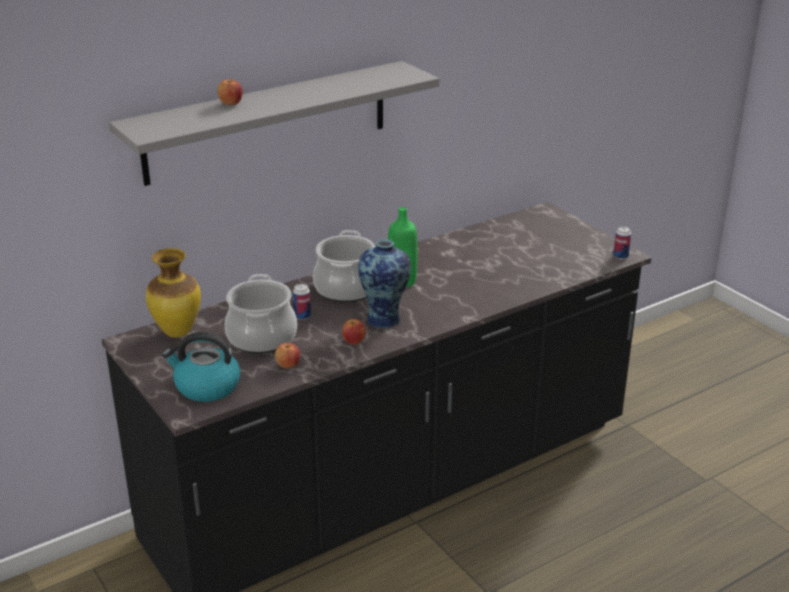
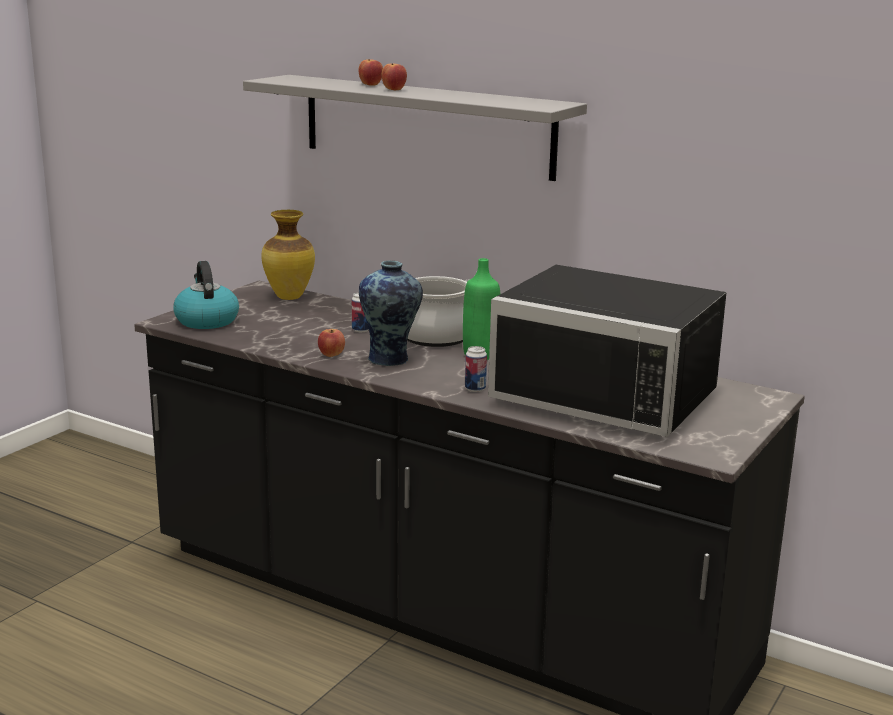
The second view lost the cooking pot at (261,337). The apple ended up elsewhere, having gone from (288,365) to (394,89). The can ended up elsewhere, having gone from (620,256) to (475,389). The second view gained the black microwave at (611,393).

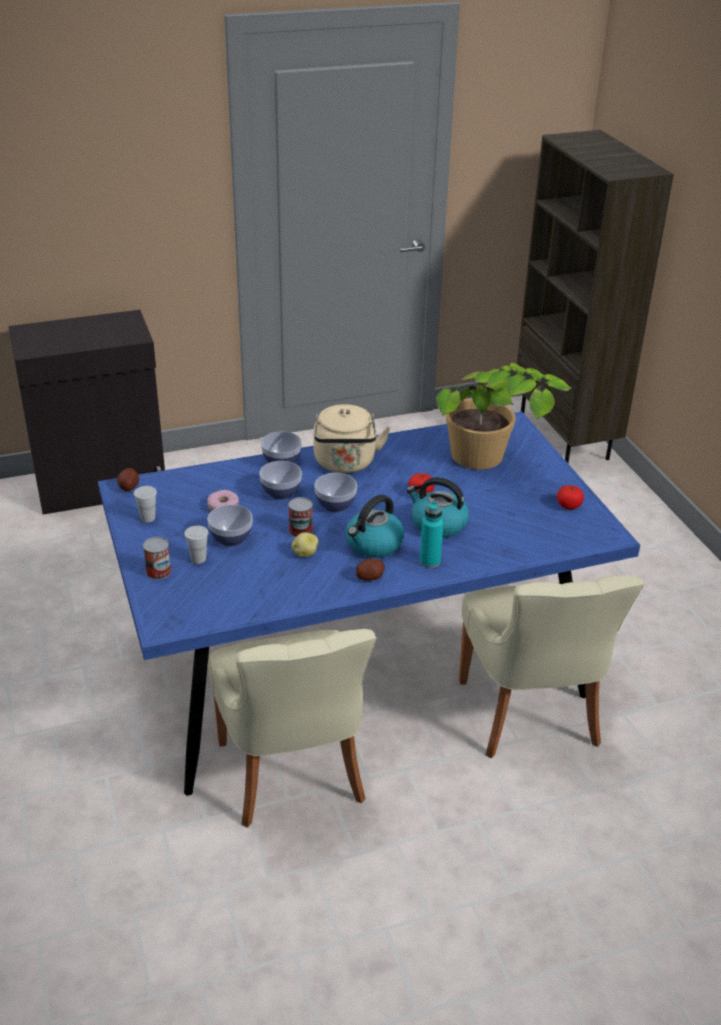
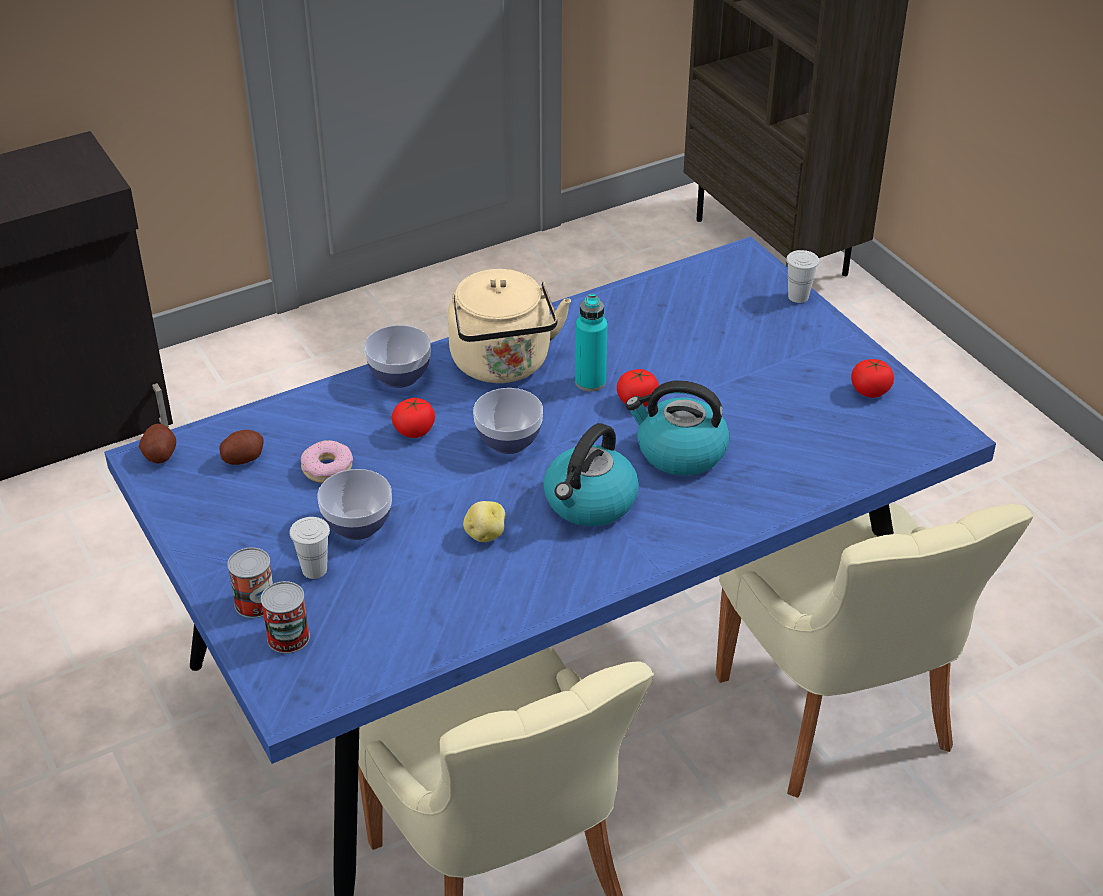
The white cup ended up elsewhere, having gone from (148,518) to (798,296). Where the bowl stood at (281,493), the tomato came to stand at (414,431). The can ended up elsewhere, having gone from (300,530) to (288,637). The potato ended up elsewhere, having gone from (369,577) to (243,458). The turquoise bottle ended up elsewhere, having gone from (430,561) to (590,382). The second view lost the potted plant at (490,470).

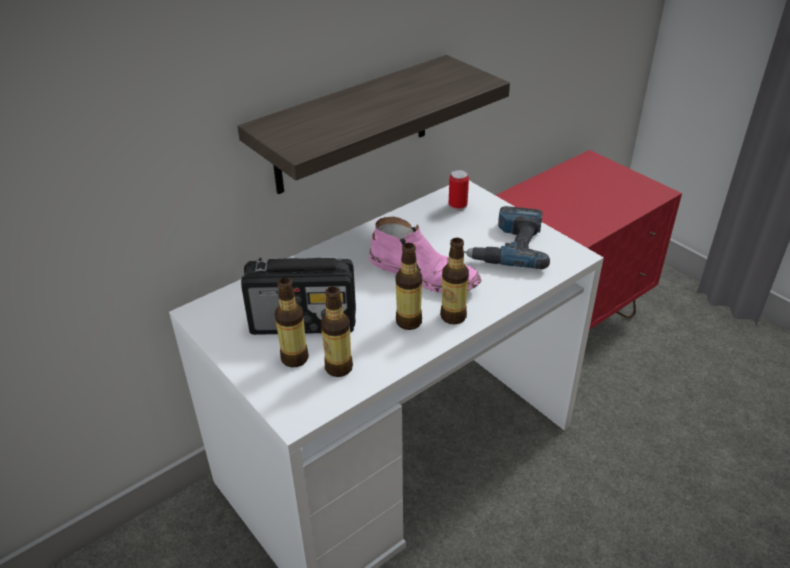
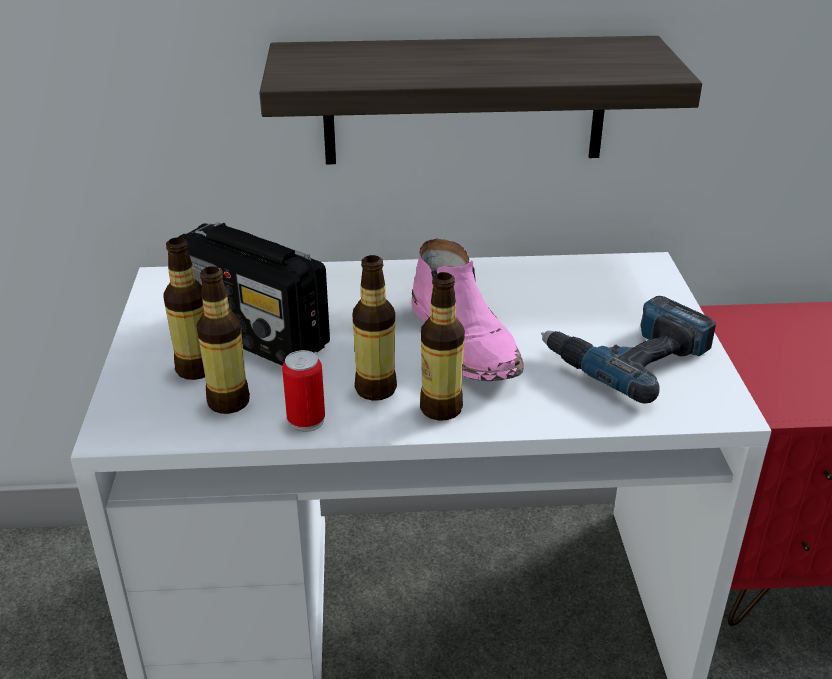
The can ended up elsewhere, having gone from (457,206) to (306,420).

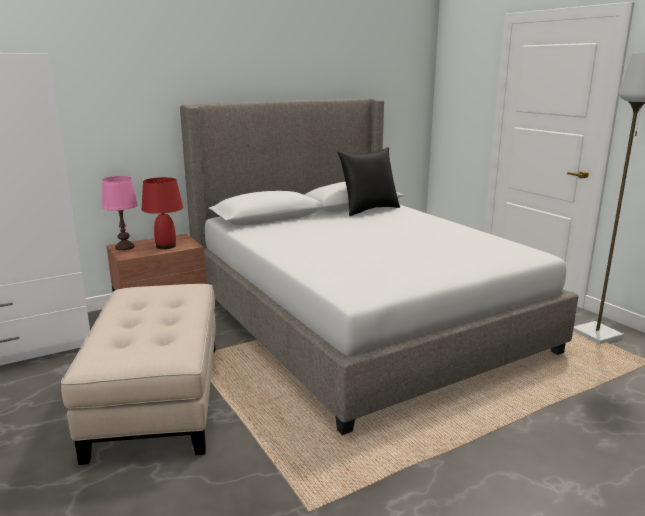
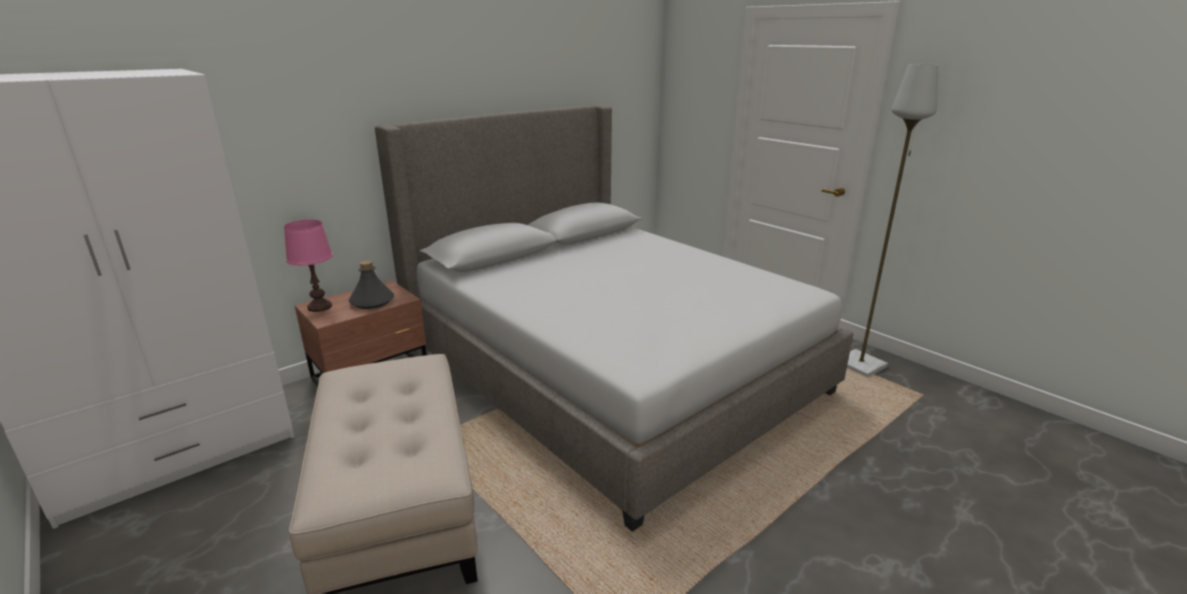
Where the red table lamp stood at (165,246), the grey bottle came to stand at (372,302). The second view lost the black pillow at (368,210).

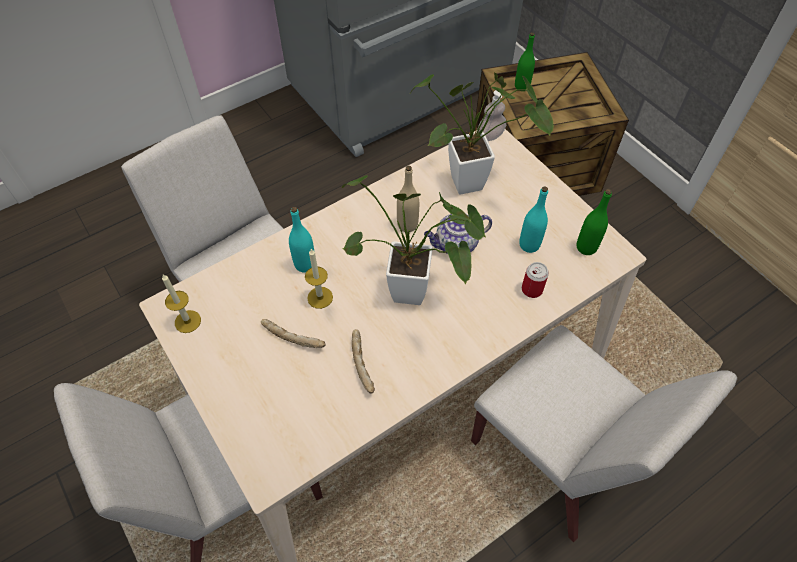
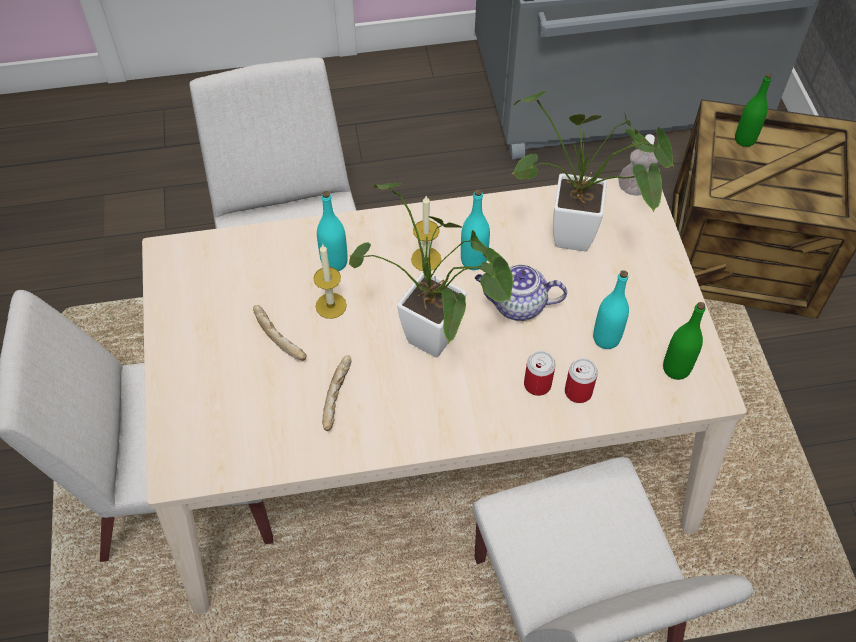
The candle ended up elsewhere, having gone from (187,321) to (426,259). What was the beige bottle at (407,225) turned into the turquoise bottle at (473,260). The second view gained the can at (537,384).

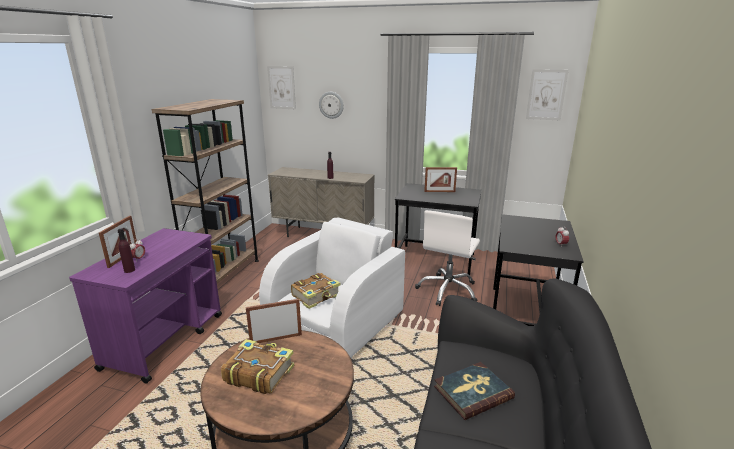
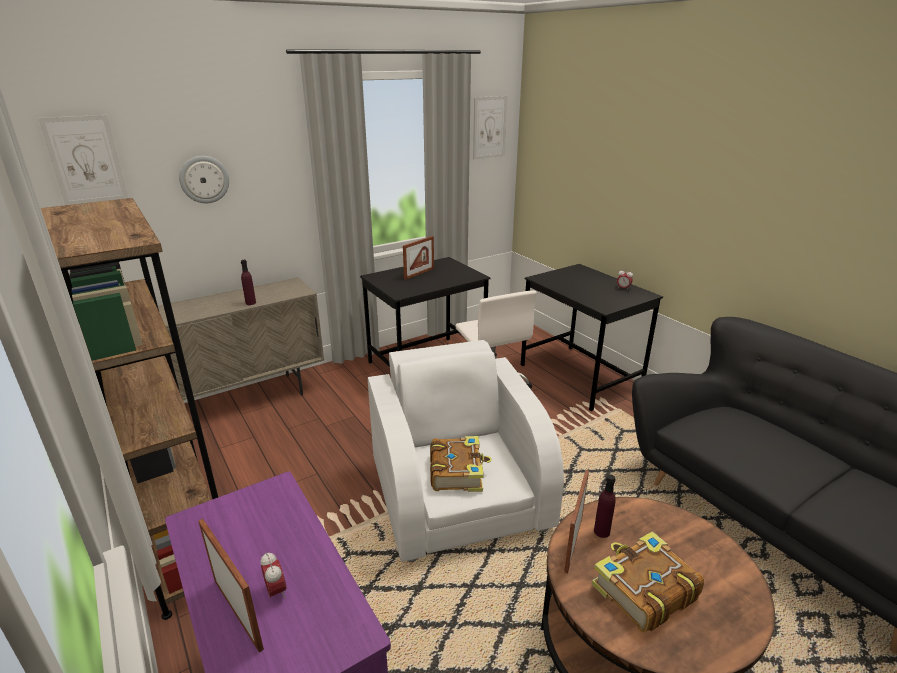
The purple bottle ended up elsewhere, having gone from (129,270) to (601,531). The second view lost the book at (472,392).

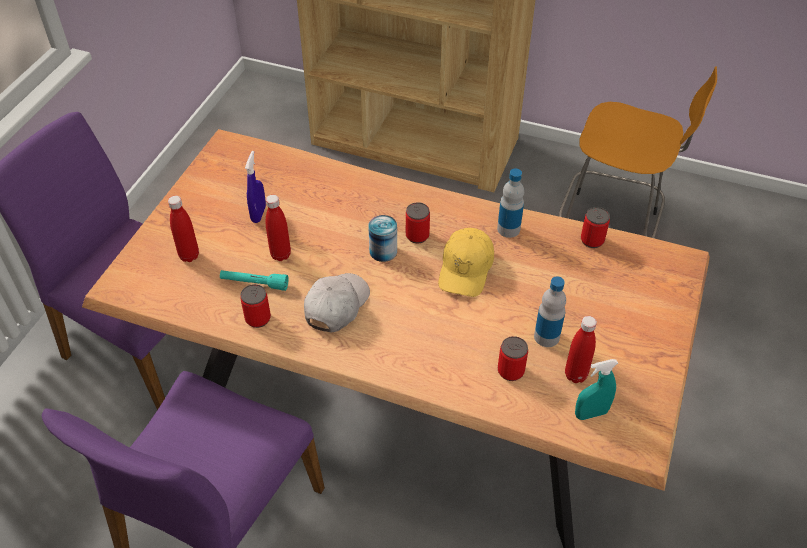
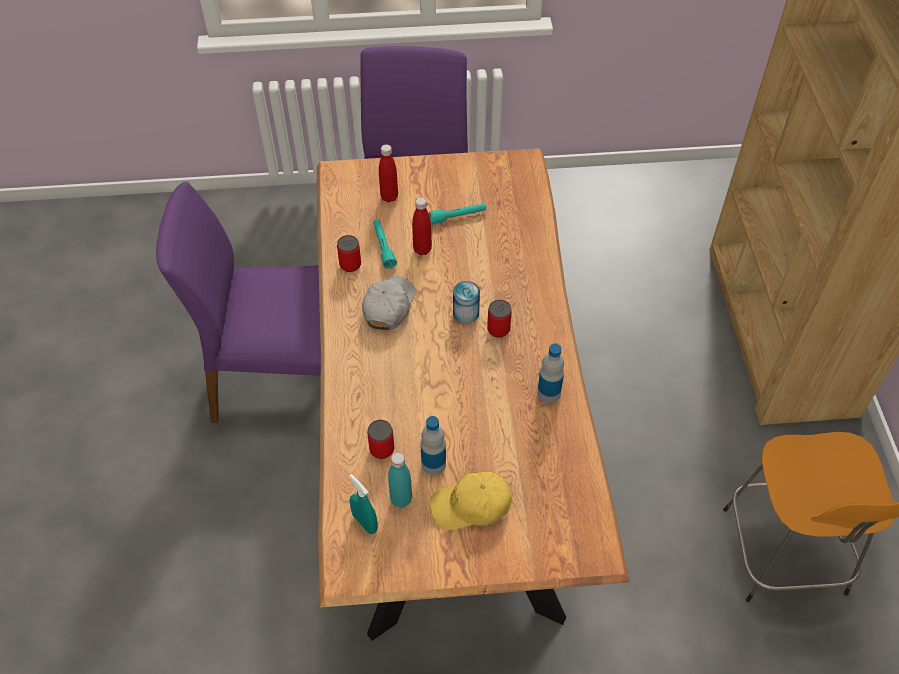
Where the blue spray bottle stood at (258,214), the turquoise flashlight came to stand at (458,217). The white cap at (336,306) ended up facing another way, 75 degrees counterclockwise from before. The yellow cap ended up elsewhere, having gone from (466,269) to (471,506). What was the red bottle at (575,375) turned into the turquoise bottle at (401,499). The second view lost the can at (592,240).

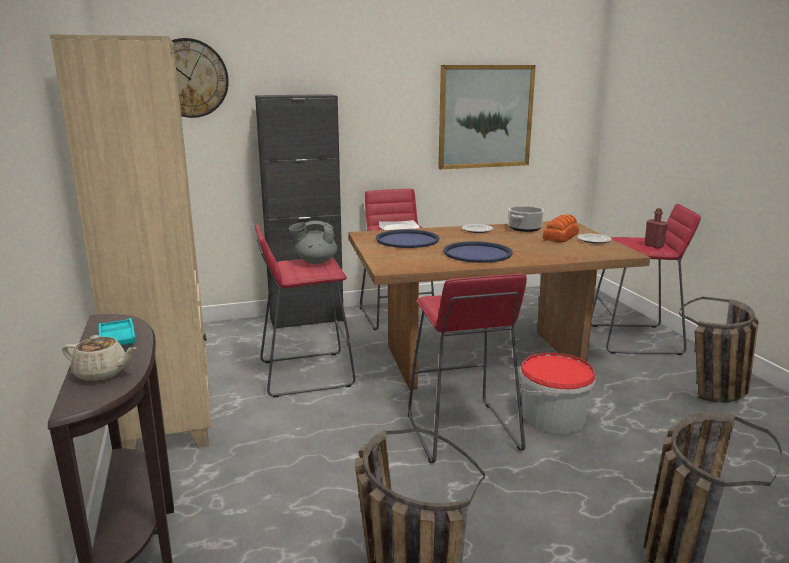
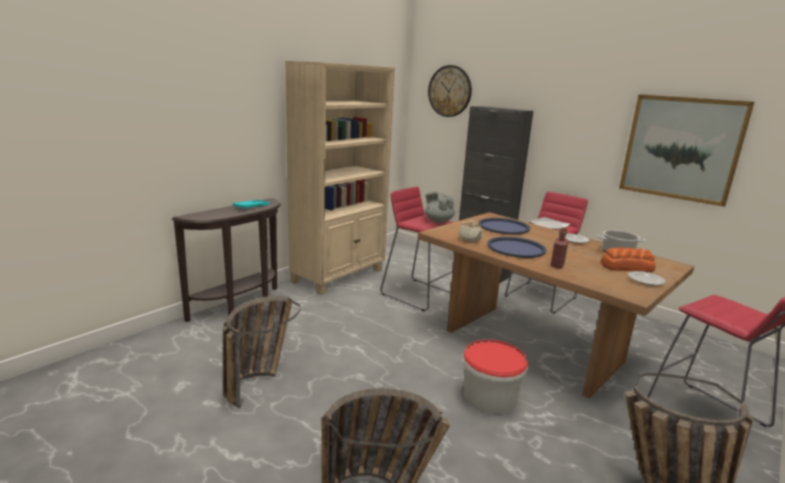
The beige teapot ended up elsewhere, having gone from (102,373) to (470,239). The second view lost the red stool at (461,432). The red bottle ended up elsewhere, having gone from (654,246) to (557,265).

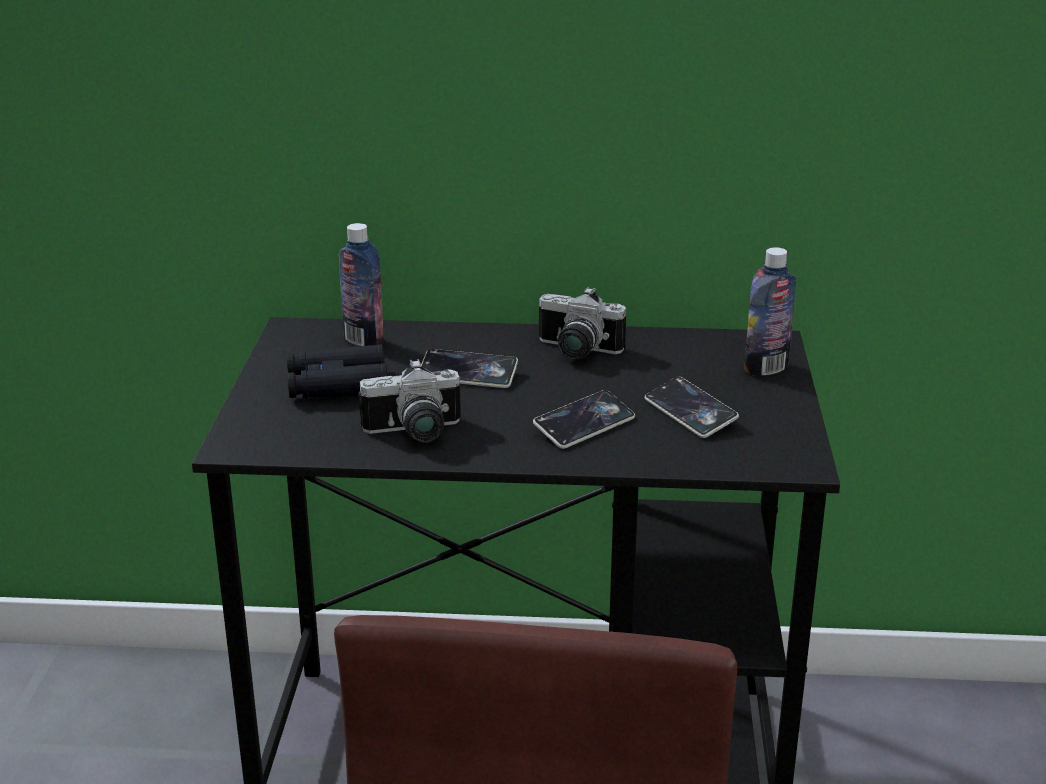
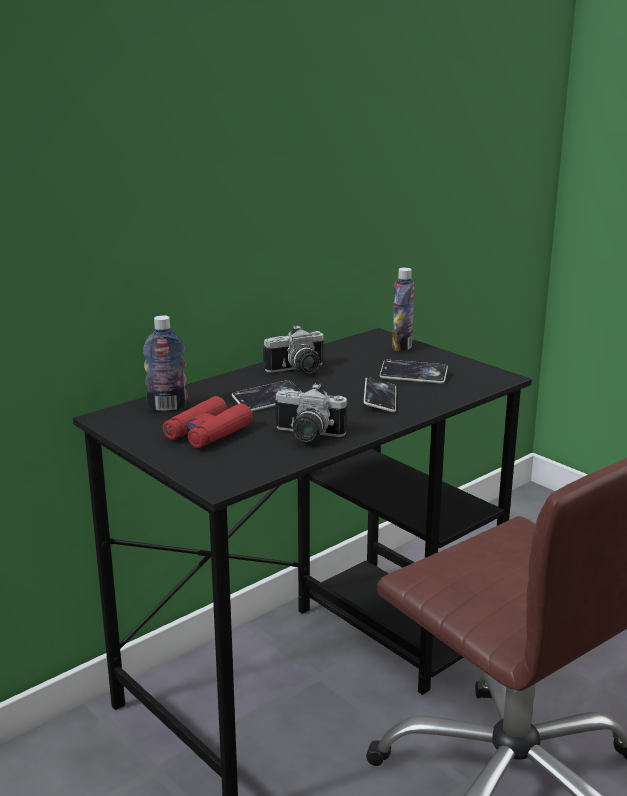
What was the black binoculars at (337,385) turned into the red binoculars at (207,433). The photo camera at (414,433) ended up facing another way, 75 degrees clockwise from before.

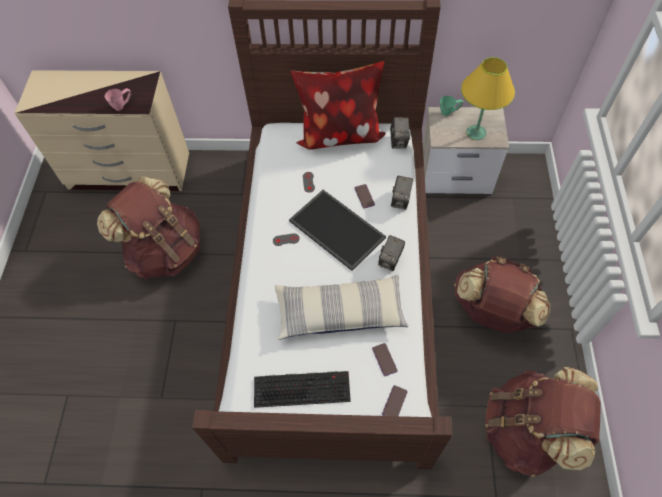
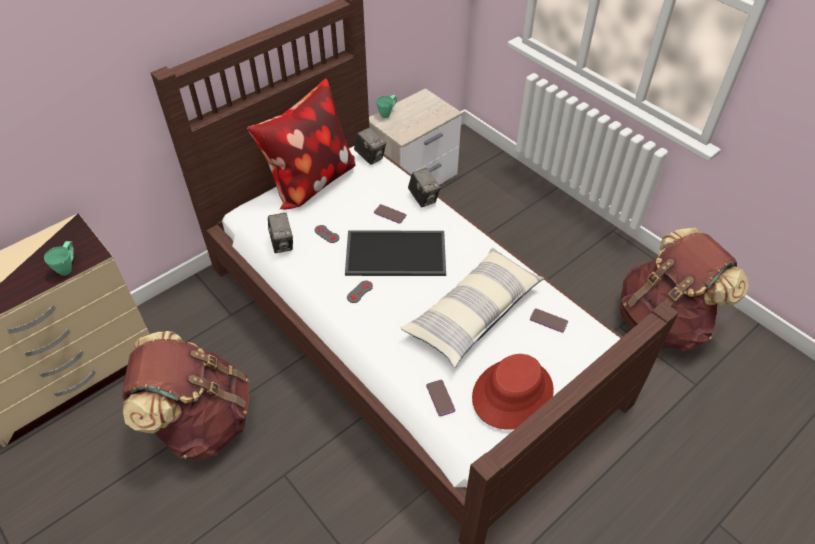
What was the pink mug at (122,105) turned into the green mug at (68,267). Where the keyboard stood at (303,388), the red hat came to stand at (512,393). The photo camera ended up elsewhere, having gone from (390,260) to (282,243). The phone ended up elsewhere, having gone from (394,403) to (440,398). The second view lost the brown backpack at (493,312). The second view lost the yellow table lamp at (476,133).

